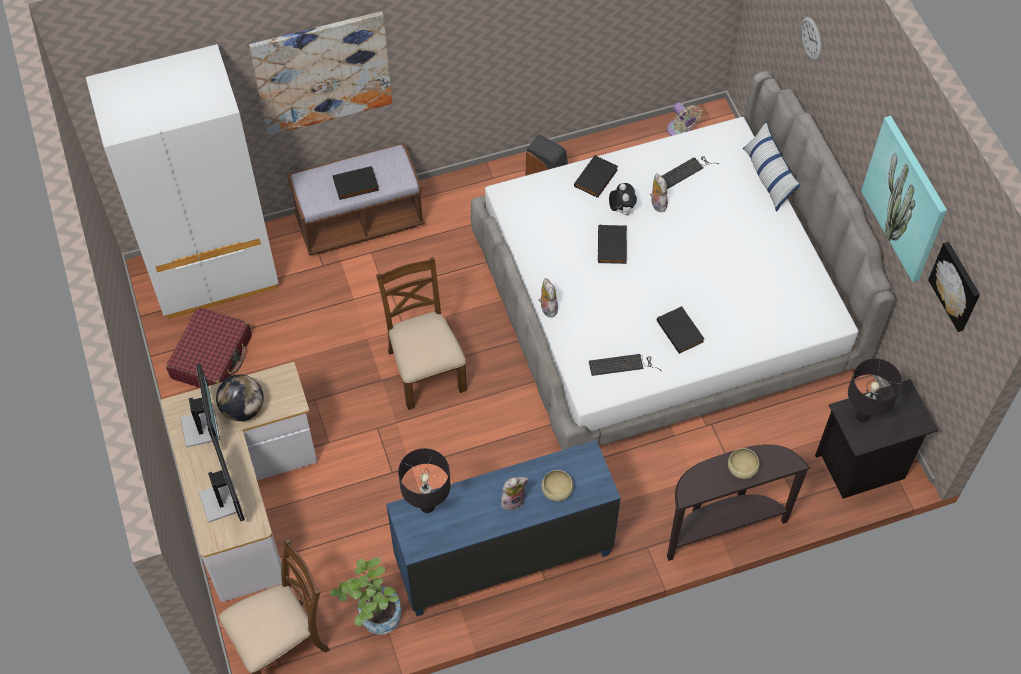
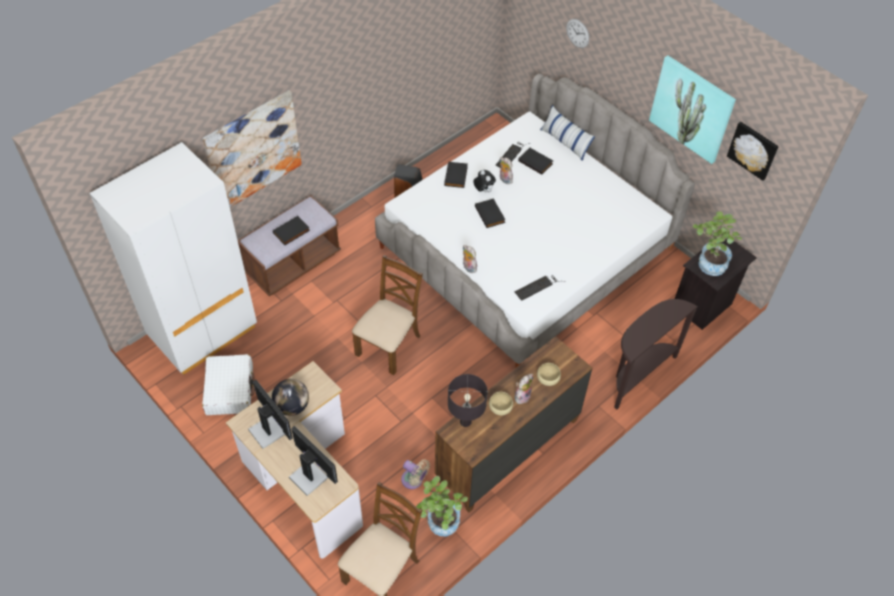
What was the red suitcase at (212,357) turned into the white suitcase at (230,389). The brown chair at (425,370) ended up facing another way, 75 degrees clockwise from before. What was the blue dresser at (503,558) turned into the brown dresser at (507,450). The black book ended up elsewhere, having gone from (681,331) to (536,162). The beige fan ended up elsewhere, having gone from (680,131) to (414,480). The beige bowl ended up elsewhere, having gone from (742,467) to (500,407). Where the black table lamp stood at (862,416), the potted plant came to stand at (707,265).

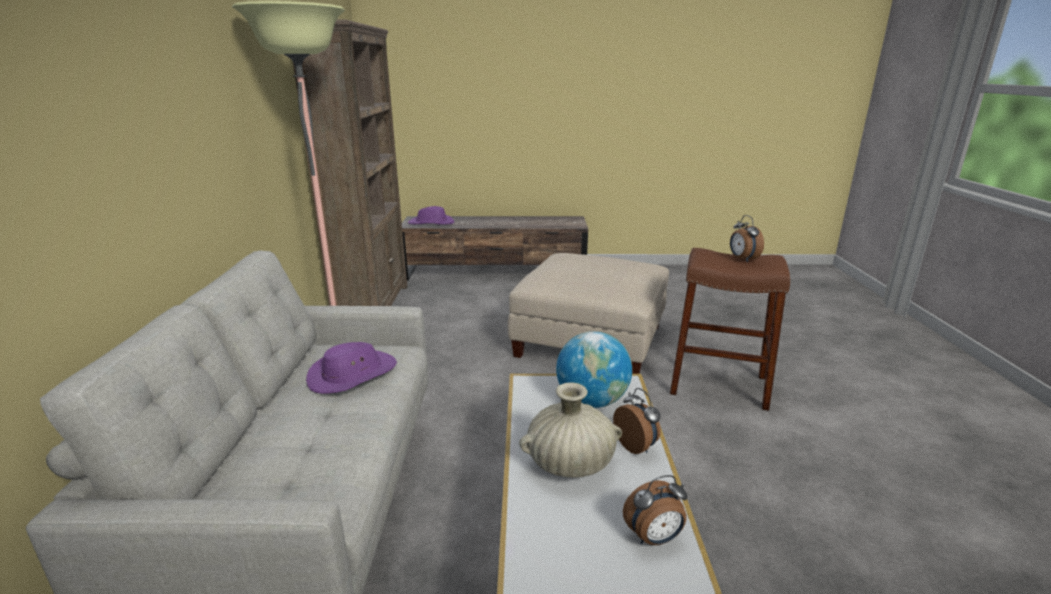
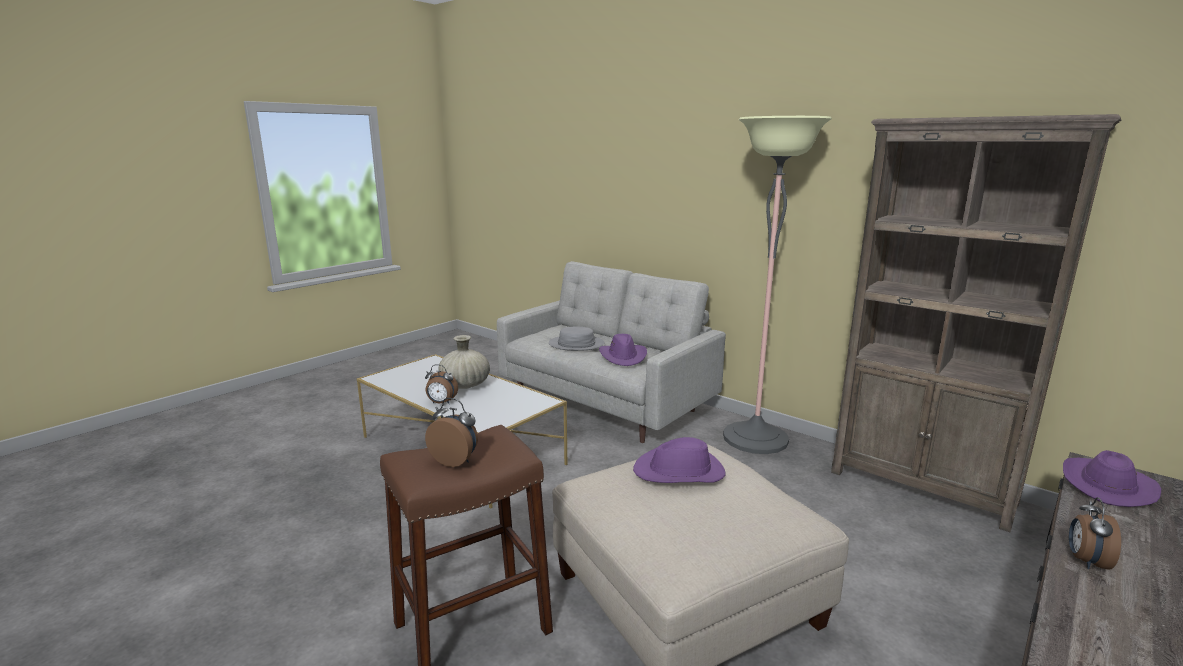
The second view lost the globe at (592,401). The alarm clock ended up elsewhere, having gone from (654,538) to (1085,561). The second view gained the grey hat at (576,344). The second view gained the purple hat at (679,472).

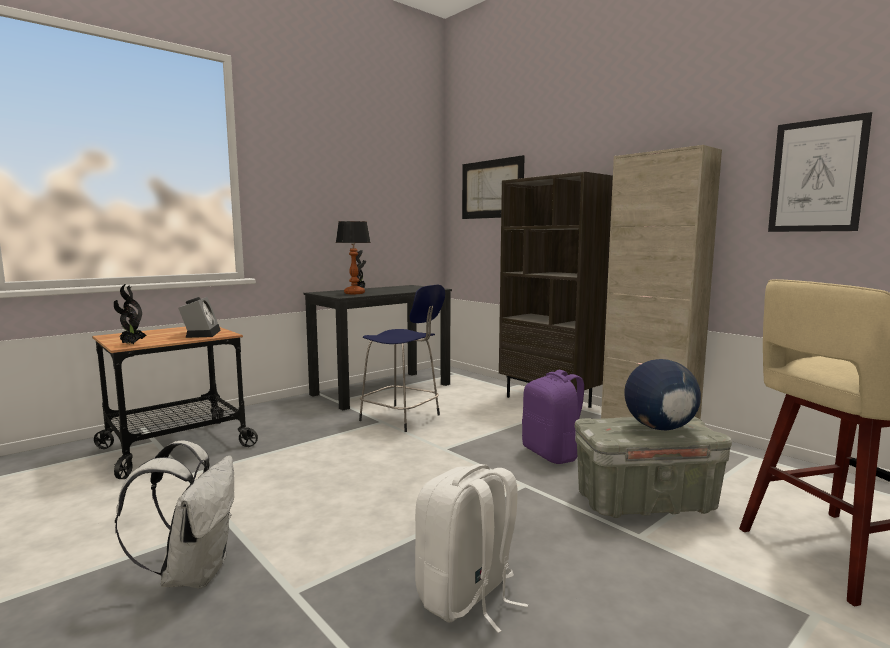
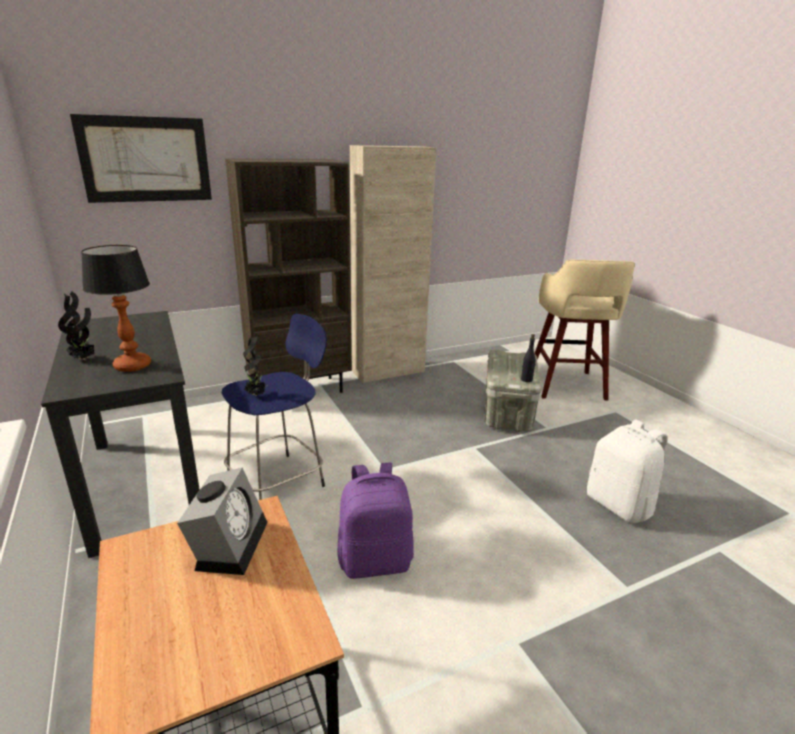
The potted plant ended up elsewhere, having gone from (131,344) to (256,395). The second view lost the white backpack at (193,572). The alarm clock at (201,333) ended up facing another way, 90 degrees clockwise from before. The purple backpack ended up elsewhere, having gone from (553,454) to (375,560). The second view lost the globe at (659,428). The second view lost the picture at (816,176). The second view gained the black bottle at (526,380).

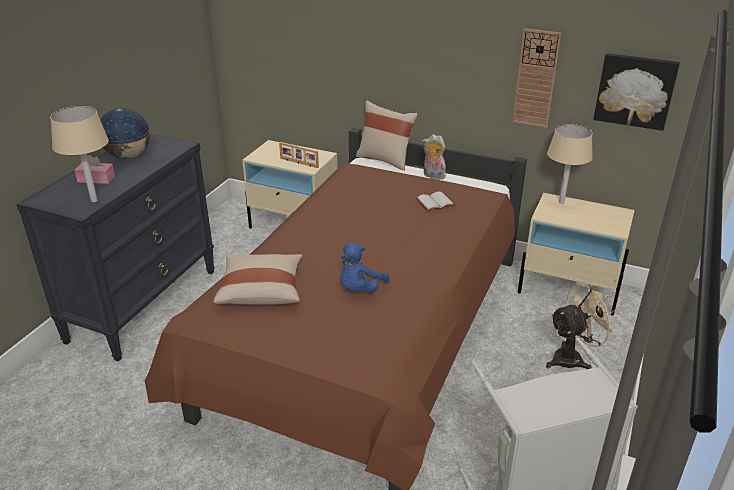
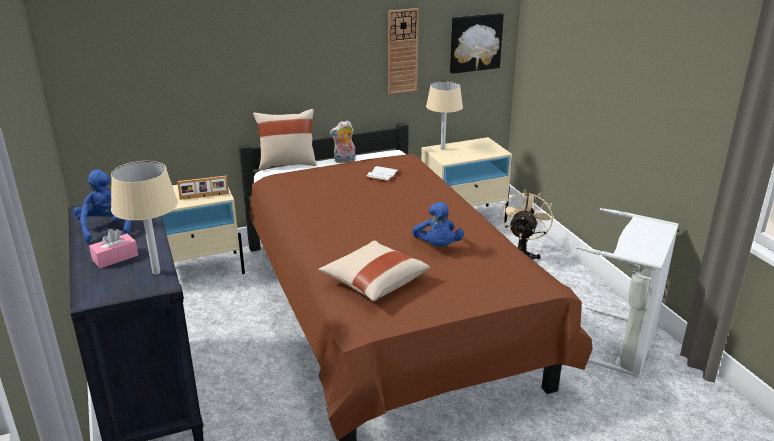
Where the globe stood at (128,156), the blue plush toy came to stand at (105,229).

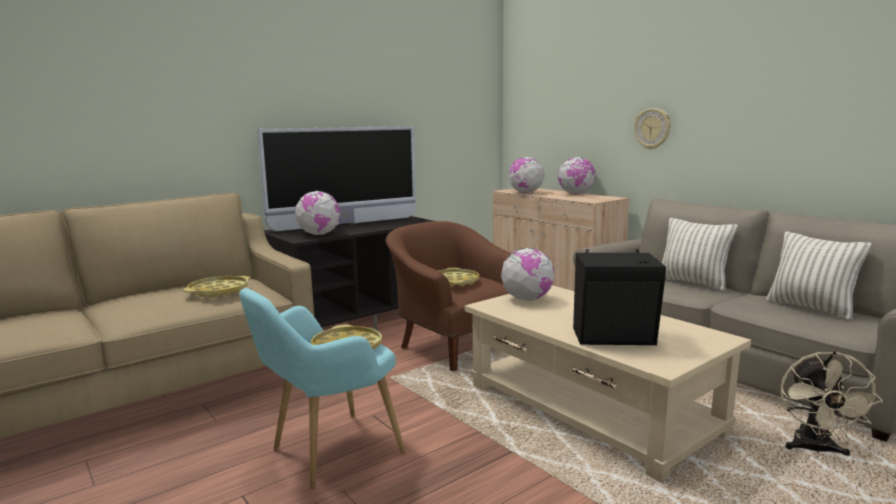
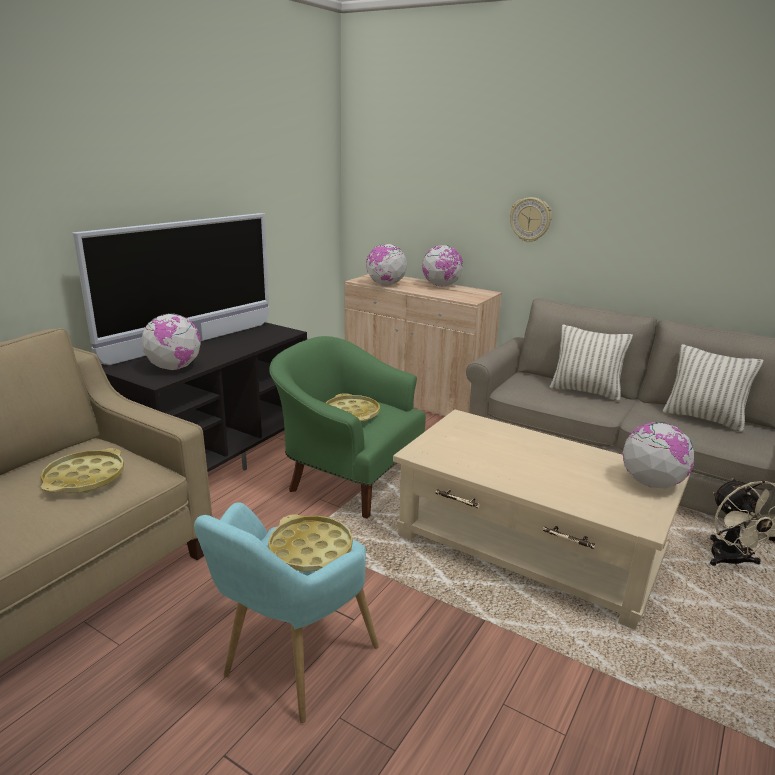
What was the brown armchair at (455,345) turned into the green armchair at (348,479). The globe ended up elsewhere, having gone from (527,299) to (651,483). The second view lost the black speaker at (615,338).

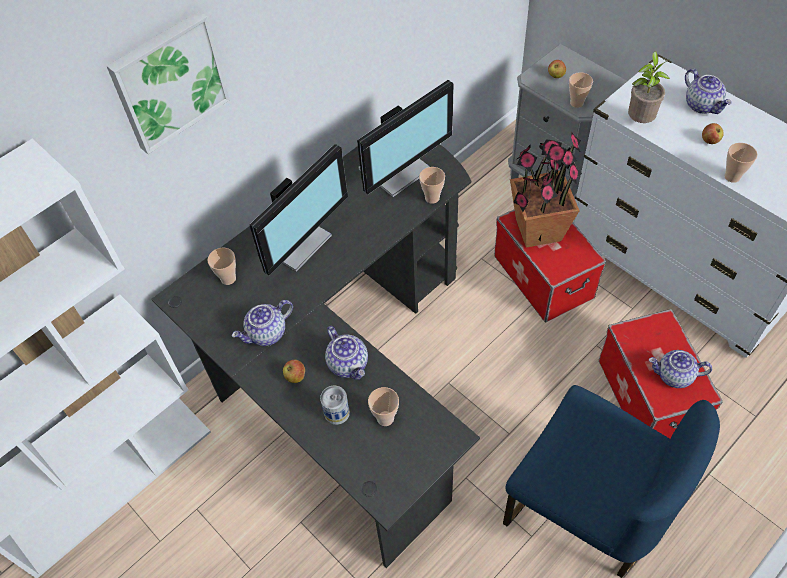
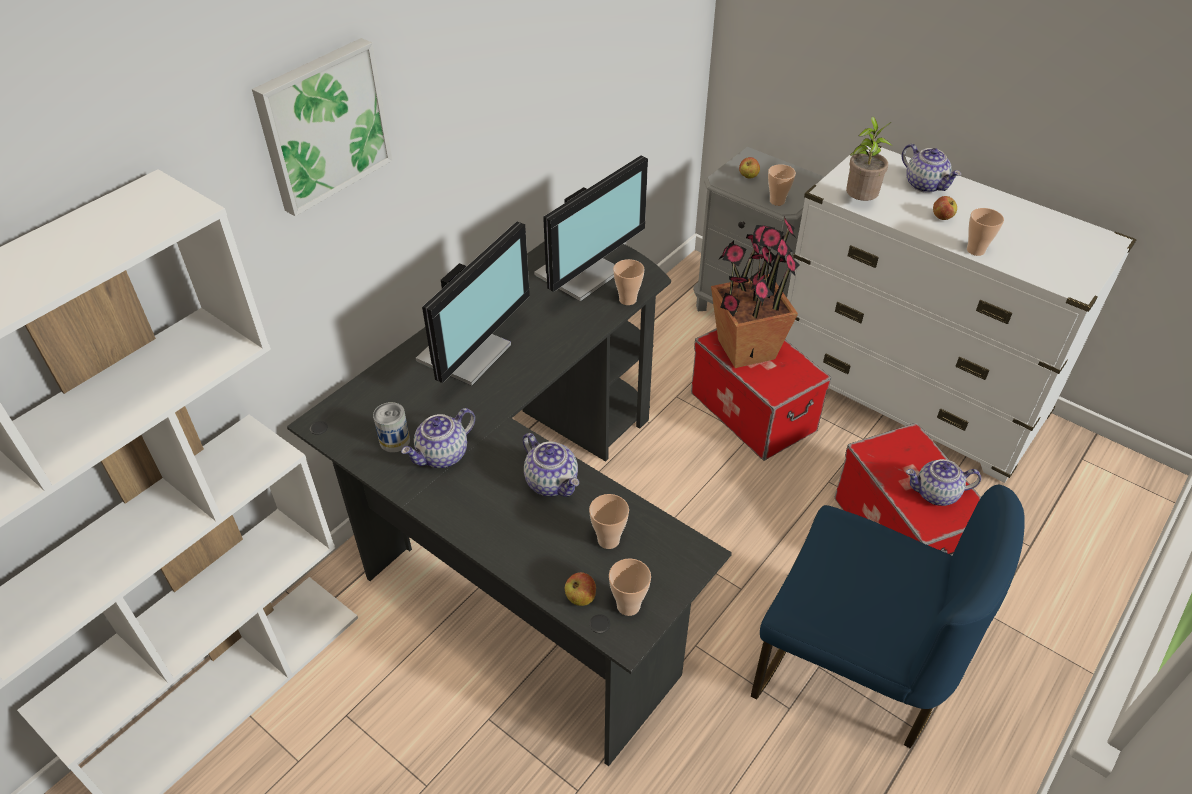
The cup ended up elsewhere, having gone from (228,278) to (628,605). The apple ended up elsewhere, having gone from (295,376) to (580,597). The can ended up elsewhere, having gone from (336,412) to (394,441).

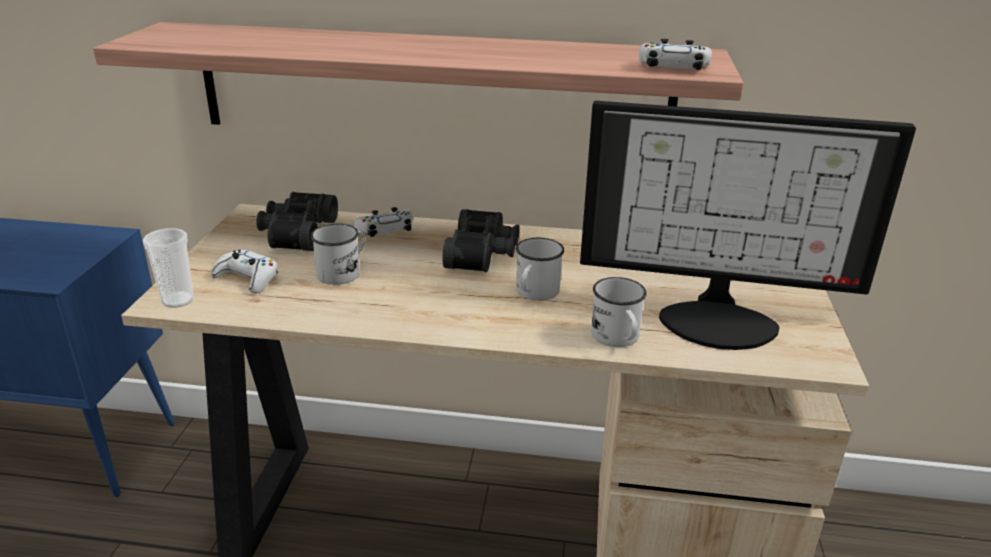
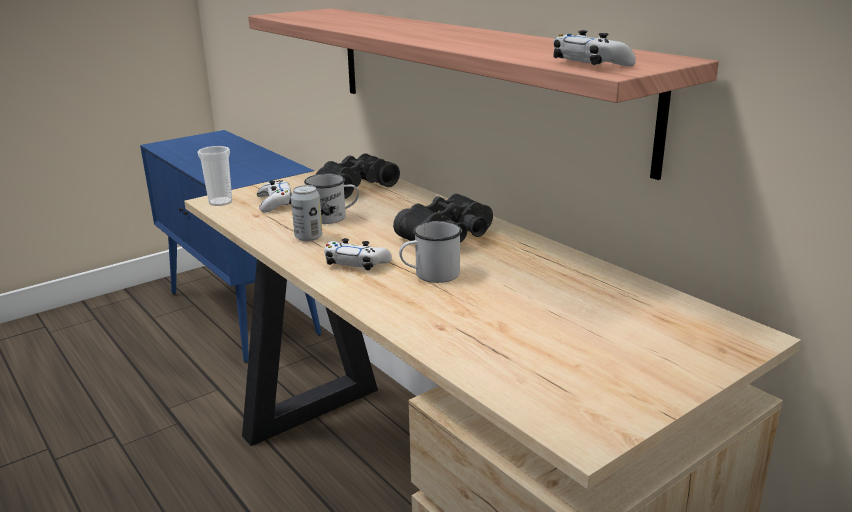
The white game controller ended up elsewhere, having gone from (385,230) to (356,263). The second view lost the monitor at (719,318). The second view lost the white mug at (618,339). The second view gained the can at (308,237).

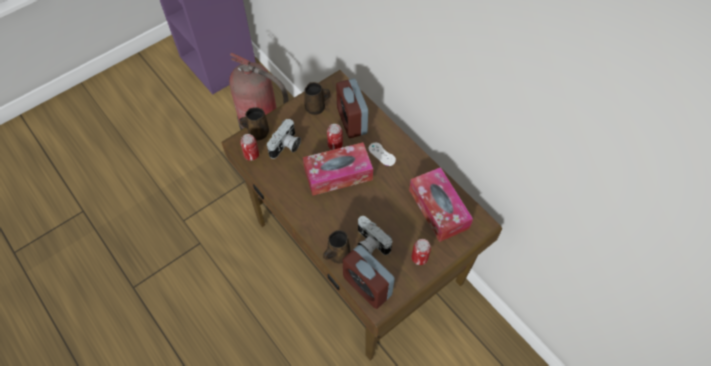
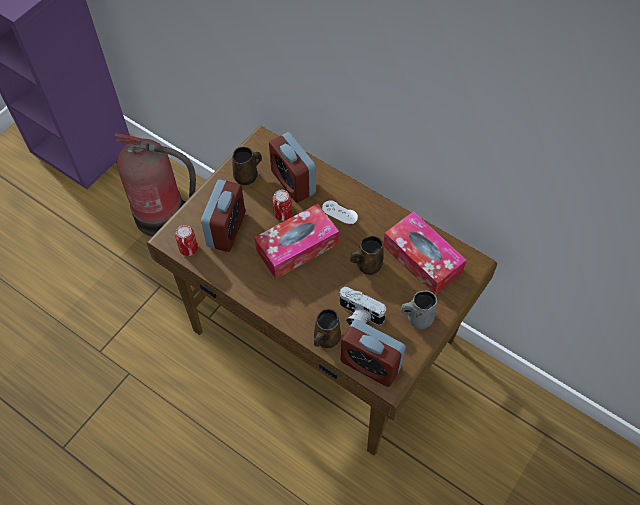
The brown mug ended up elsewhere, having gone from (257,132) to (367,265). Where the photo camera stood at (286,146), the alarm clock came to stand at (226,229). Where the can stood at (419,258), the grey mug came to stand at (418,318).

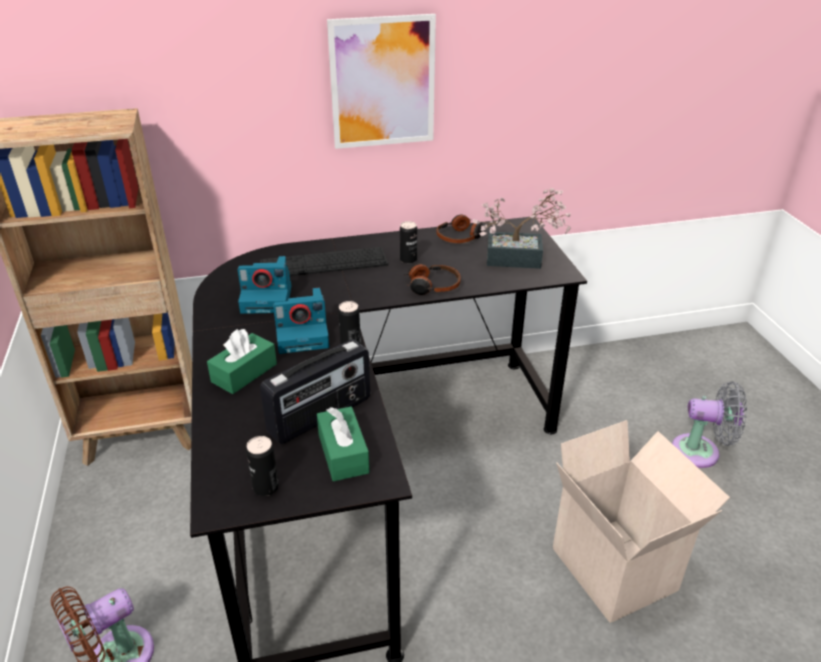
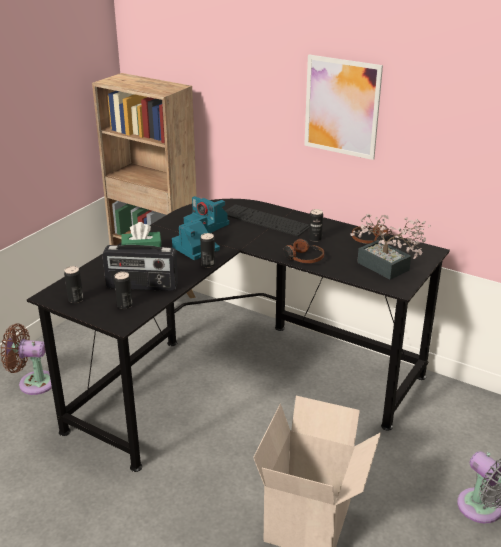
The photo camera at (303,334) ended up facing another way, 105 degrees clockwise from before. Where the green tissue box stood at (343,453), the can came to stand at (124,305).

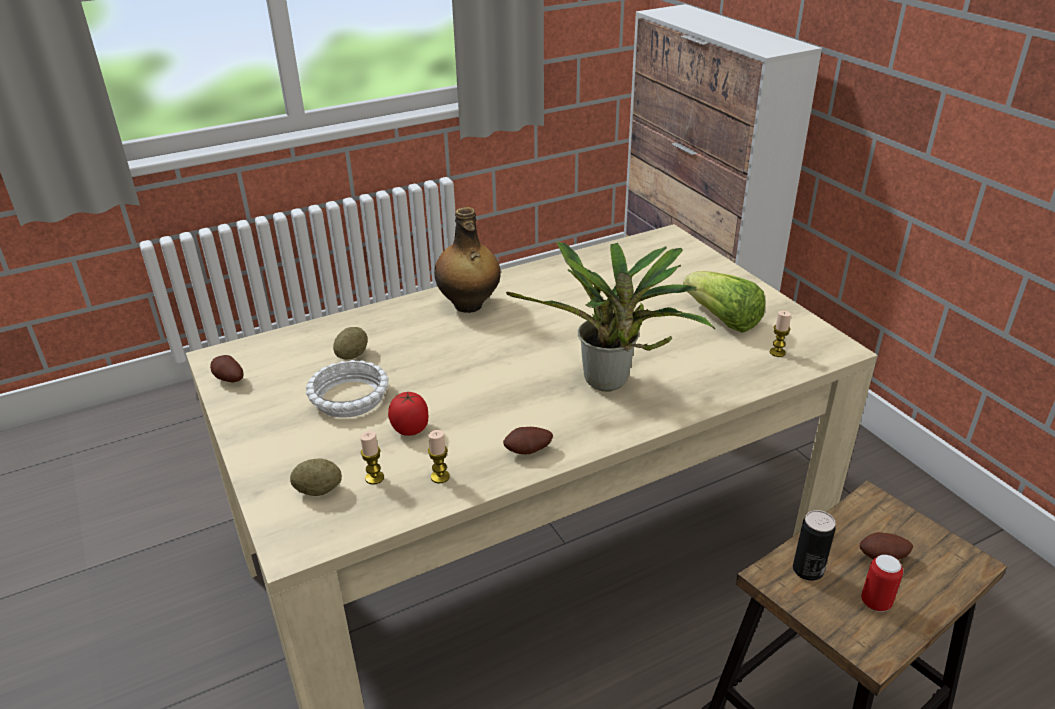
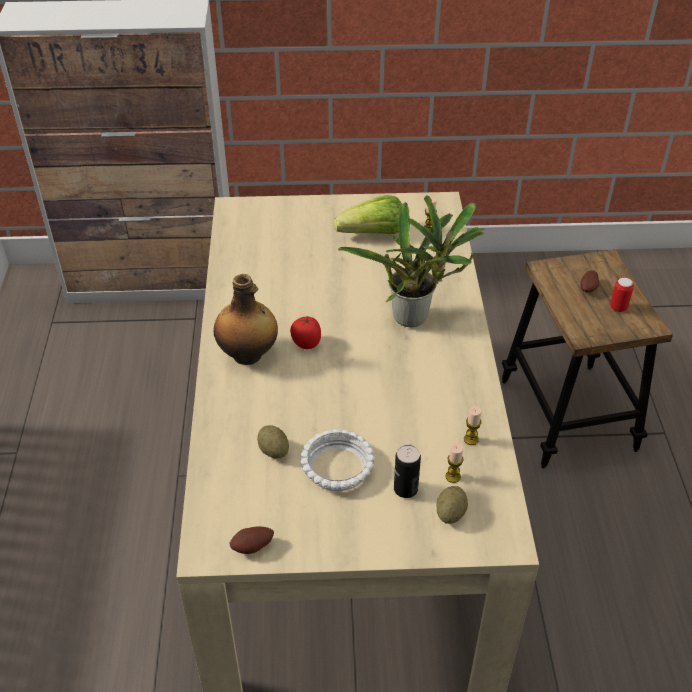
The tomato ended up elsewhere, having gone from (410,429) to (306,344). The second view lost the potato at (528,452). The can ended up elsewhere, having gone from (807,570) to (405,489).

